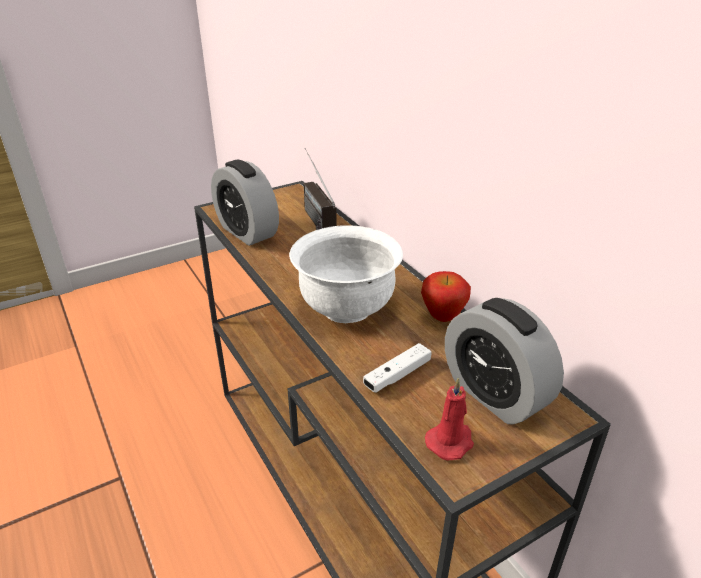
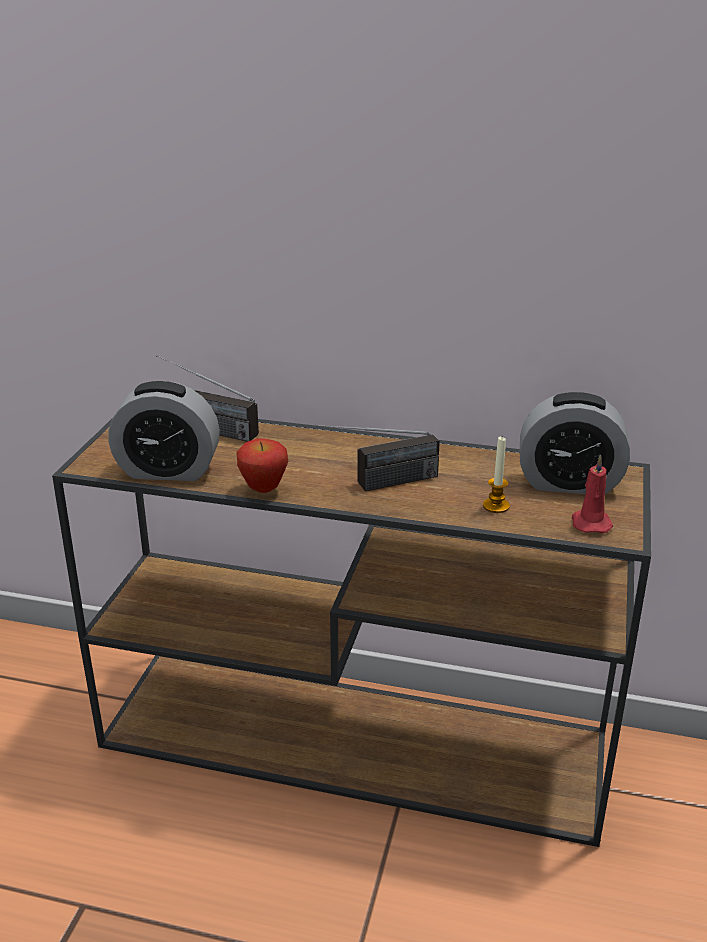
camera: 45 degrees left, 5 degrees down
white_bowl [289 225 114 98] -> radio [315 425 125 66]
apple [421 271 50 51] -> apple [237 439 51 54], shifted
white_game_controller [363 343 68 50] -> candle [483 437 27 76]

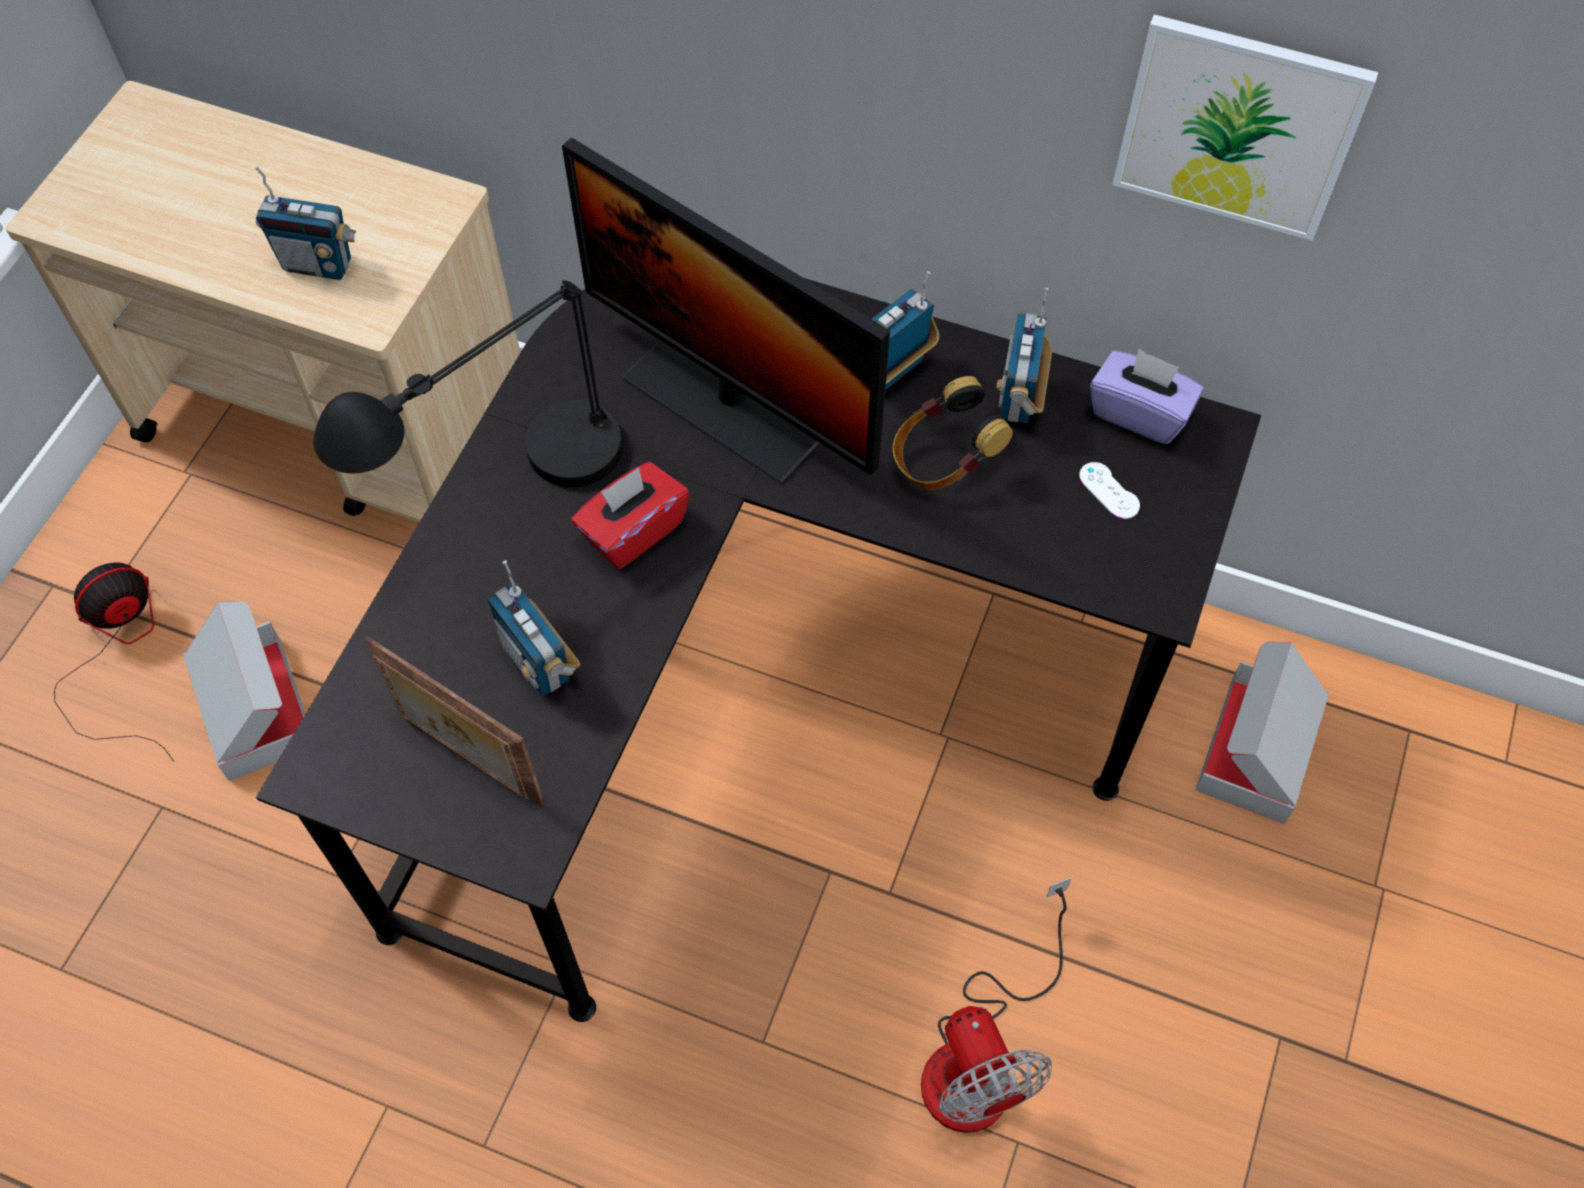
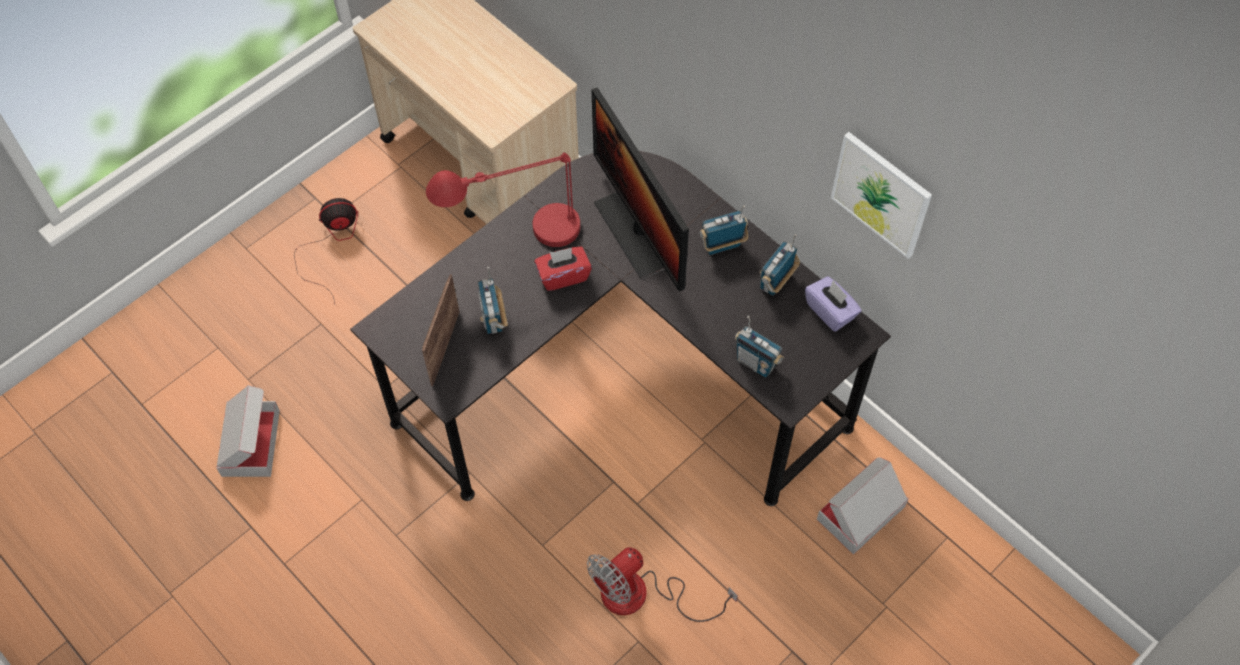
camera: 25 degrees right, 0 degrees up
radio [254 166 102 114] -> radio [735 316 49 62], shifted
black_table_lamp [313 280 310 207] -> red_table_lamp [426 152 154 95]
headphones [892 376 121 114] -> none
white_game_controller [1079 462 61 57] -> none
cardboard_box [183 601 123 180] -> cardboard_box [216 385 64 92], shifted
picture_frame [365 636 180 170] -> picture_frame [422 274 37 112], 45 degrees clockwise
fan [921 877 151 256] -> fan [587 547 151 75], 45 degrees clockwise

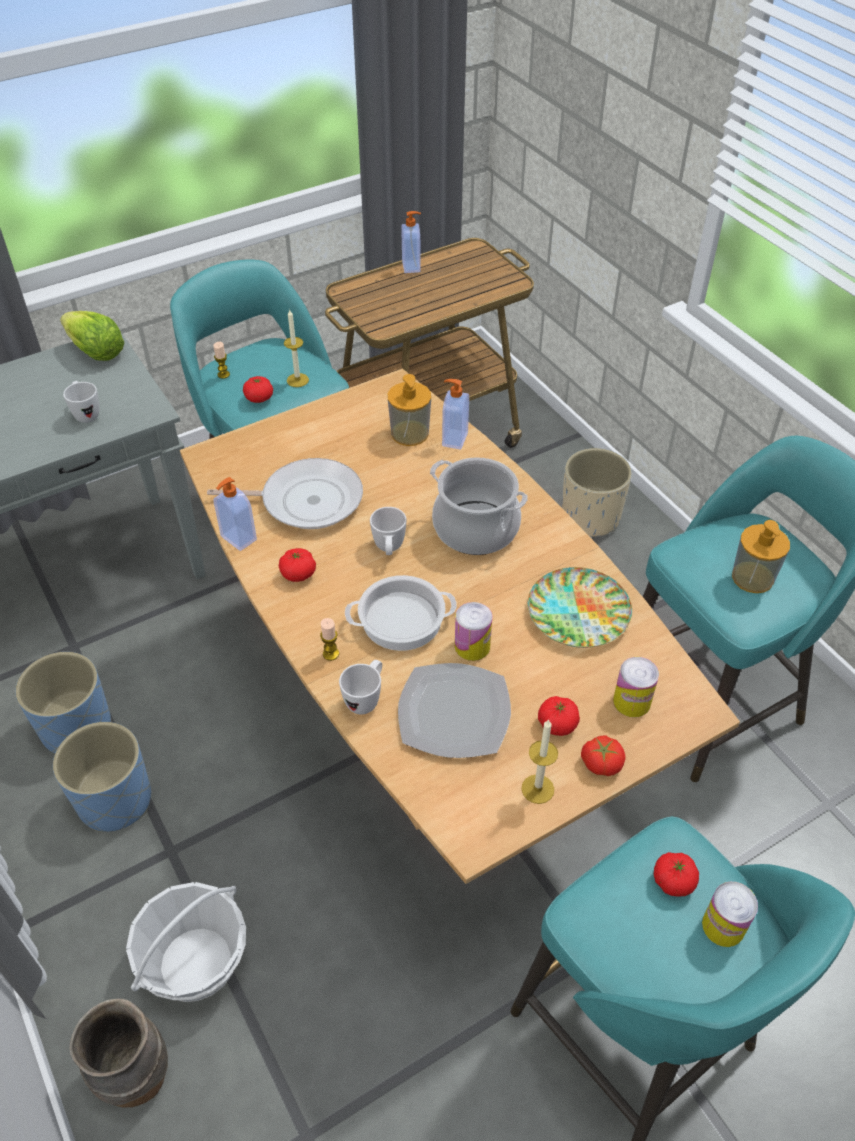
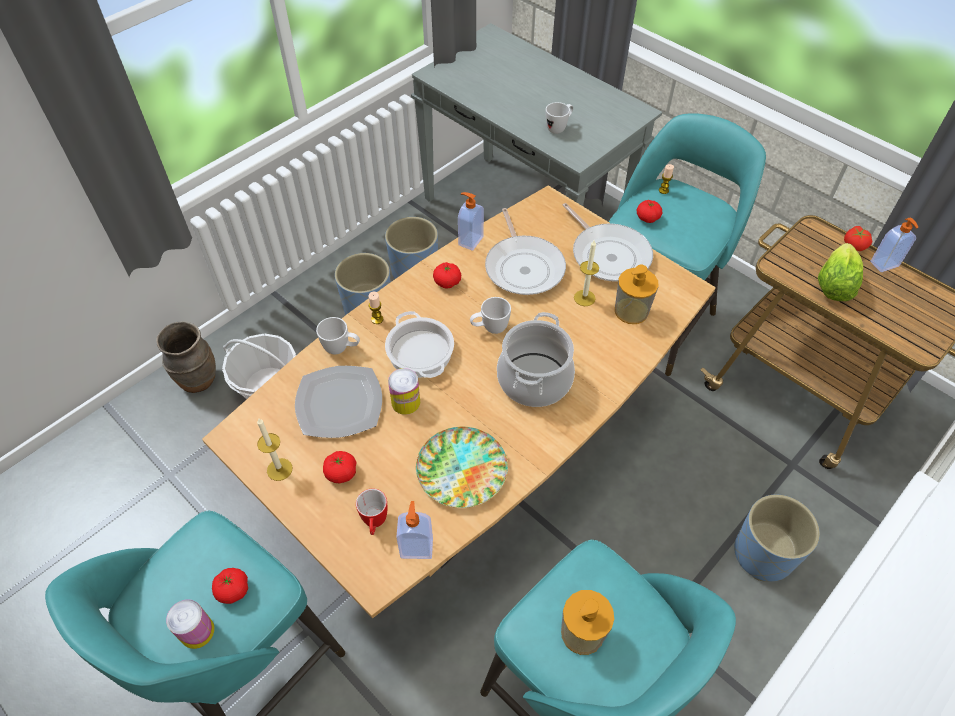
camera: 75 degrees right, 5 degrees up
candle [284 310 25 77] -> candle [574 240 25 66], shifted
lettuce [60 311 65 50] -> lettuce [818 243 45 58], shifted
soap_dispenser [442 379 27 71] -> soap_dispenser [396 501 37 58], shifted
beige_planter [562 448 70 88] -> blue_planter [734 495 86 87]
can [613 657 46 60] -> mug [356 489 31 46]
tomato [581 735 45 41] -> tomato [844 226 28 25], shifted
none -> frying_pan [563 203 90 79]

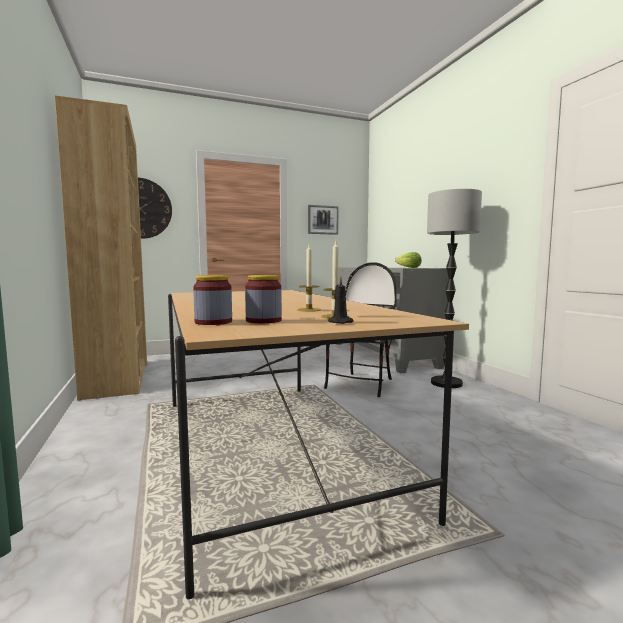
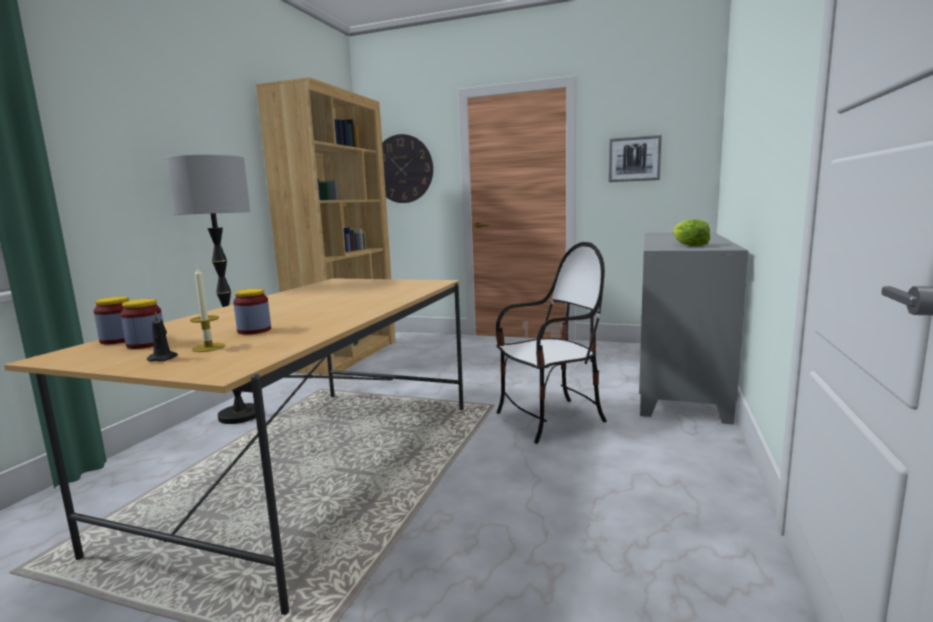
camera: 40 degrees right, 5 degrees up
floor_lamp [427 189 55 199] -> floor_lamp [165 154 91 270], shifted
candle [297 245 24 67] -> jar [233 289 38 46]

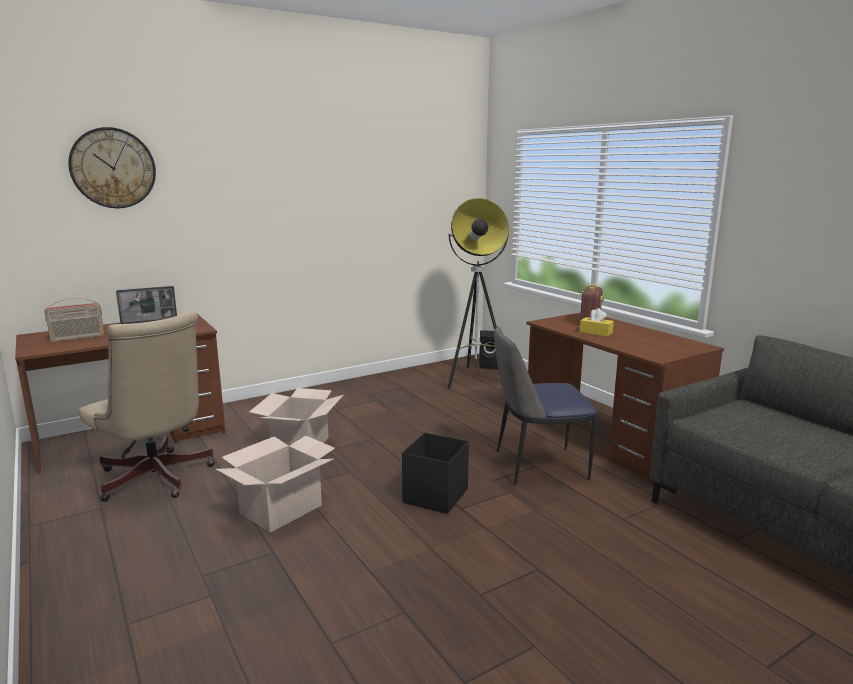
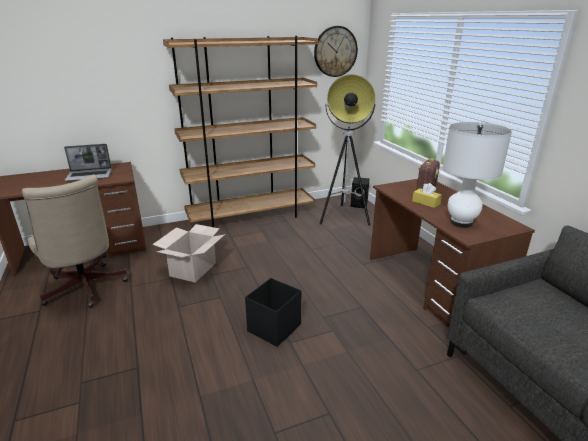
camera: 10 degrees right, 10 degrees up
wall_clock [68 127 88 81] -> wall_clock [314 26 44 51], shifted
radio [45 298 59 44] -> none
chair [494 326 103 159] -> none
cardboard_box [216 436 119 96] -> none
none -> brown_bookcase [163 36 155 191]
none -> white_table_lamp [443 122 69 106]

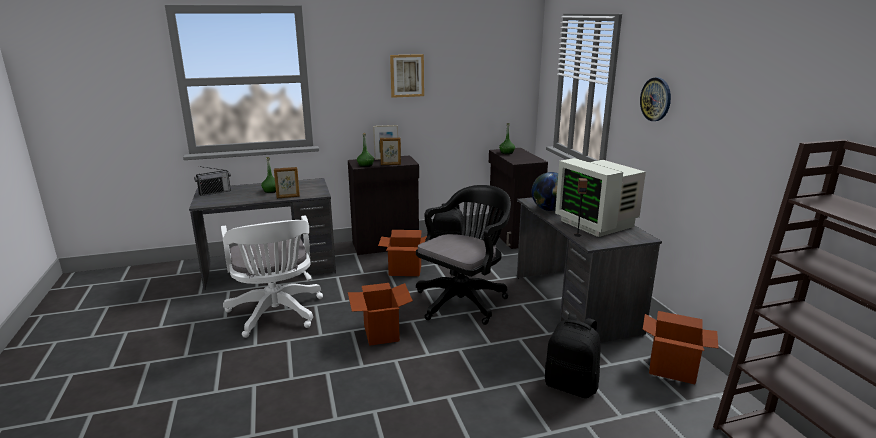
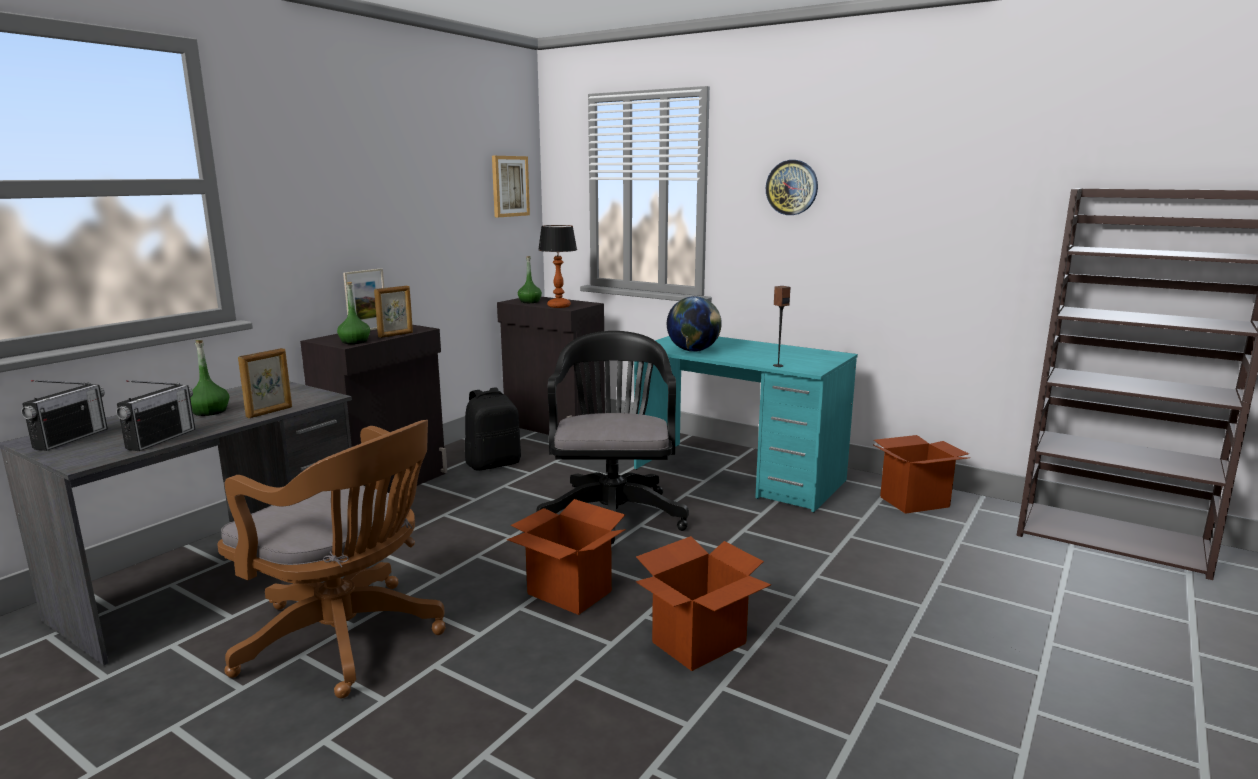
camera: 40 degrees left, 5 degrees down
picture [390 54 34 44] -> picture [492 156 38 61], shifted
monitor [555 158 91 79] -> none
grey_desk [517 197 145 146] -> turquoise_desk [634 336 224 176]
white_office_chair [221 215 102 123] -> brown_office_chair [218 420 228 279]
cardboard_box [378 230 49 46] -> cardboard_box [636 536 135 135], shifted
black_backpack [545 313 56 85] -> none
none -> table_lamp [538 225 39 83]
none -> radio [116 380 79 71]

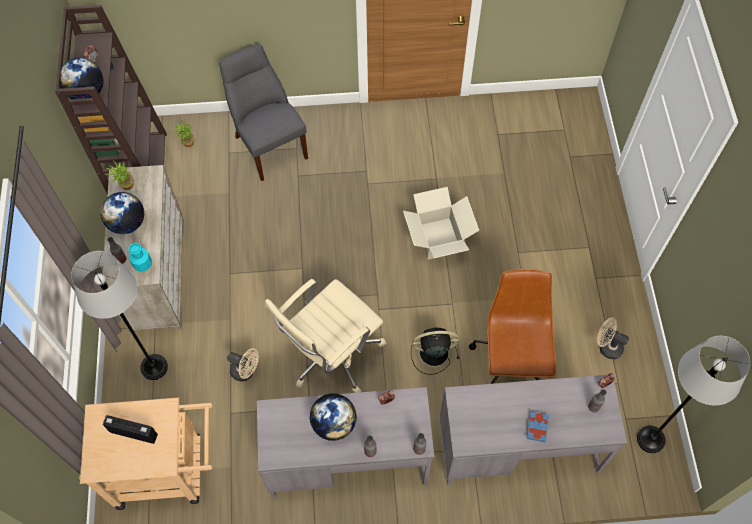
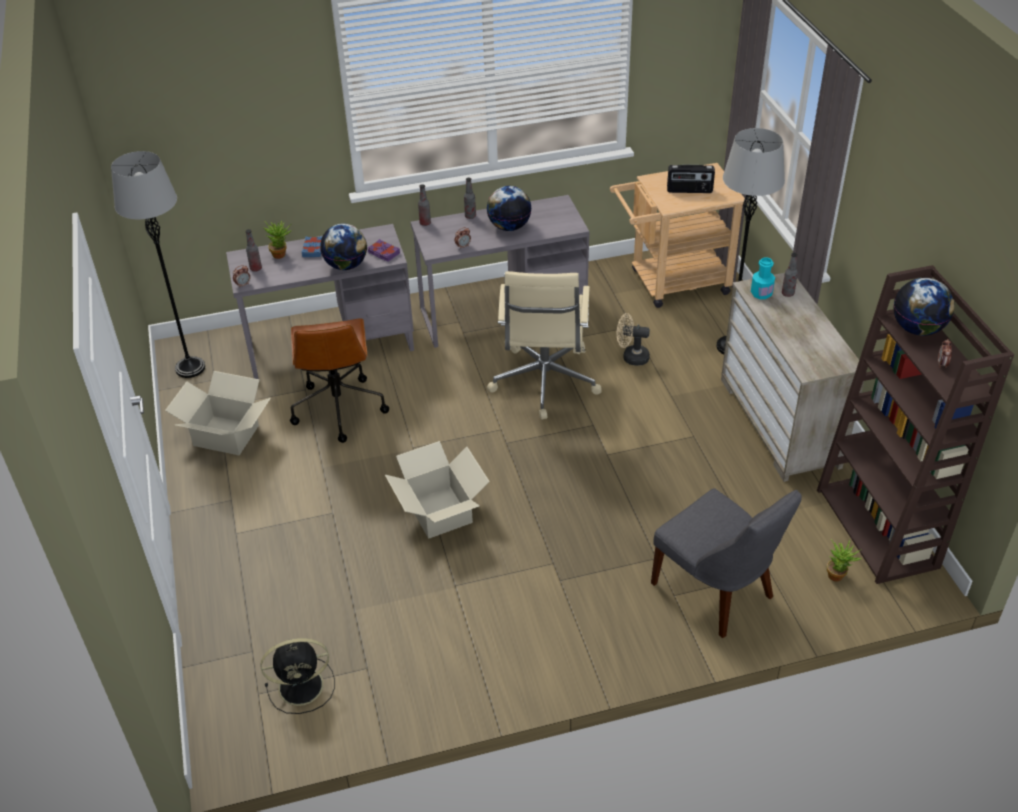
camera: 170 degrees right, 20 degrees down
potted_plant [104 160 30 30] -> potted_plant [263 220 29 39], shifted
globe [101 192 43 42] -> globe [320 224 47 46], shifted
beige_office_chair [265 279 121 114] -> beige_office_chair [487 271 114 149], 150 degrees clockwise
beige_fan [597 317 32 43] -> cardboard_box [165 371 106 84]
black_fan [411 328 48 47] -> black_fan [261 638 74 76], shifted
none -> purple_book [367 239 33 23]

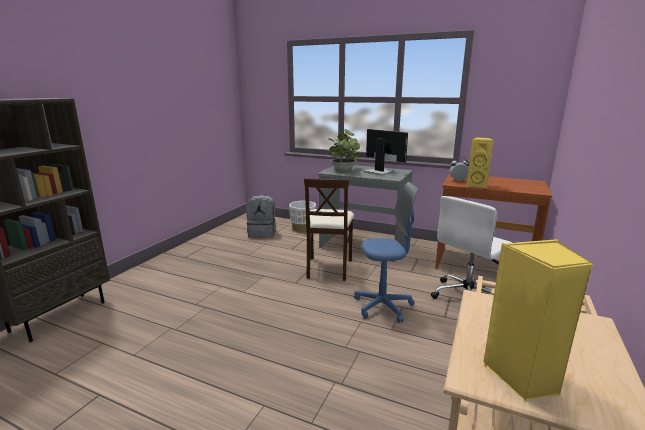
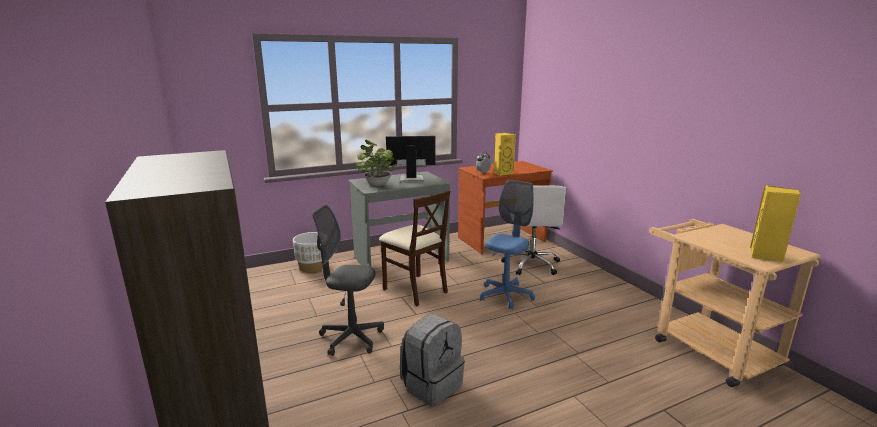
camera: 50 degrees left, 0 degrees up
grey_backpack [246 195 30 43] -> grey_backpack [400 314 65 93], shifted
none -> grey_office_chair [312 205 72 151]

